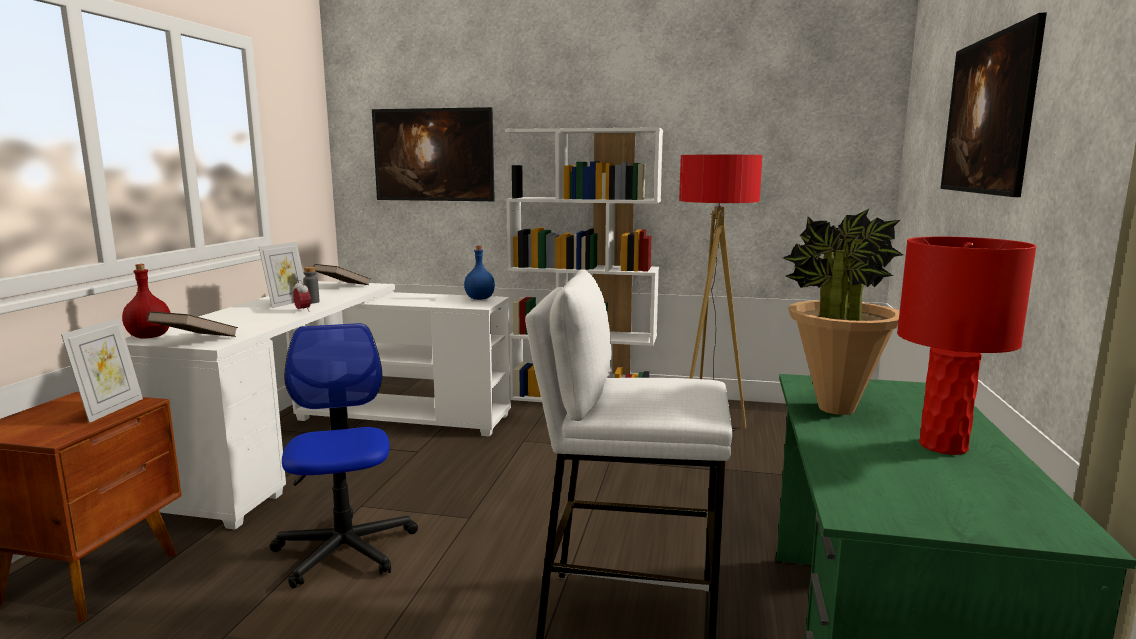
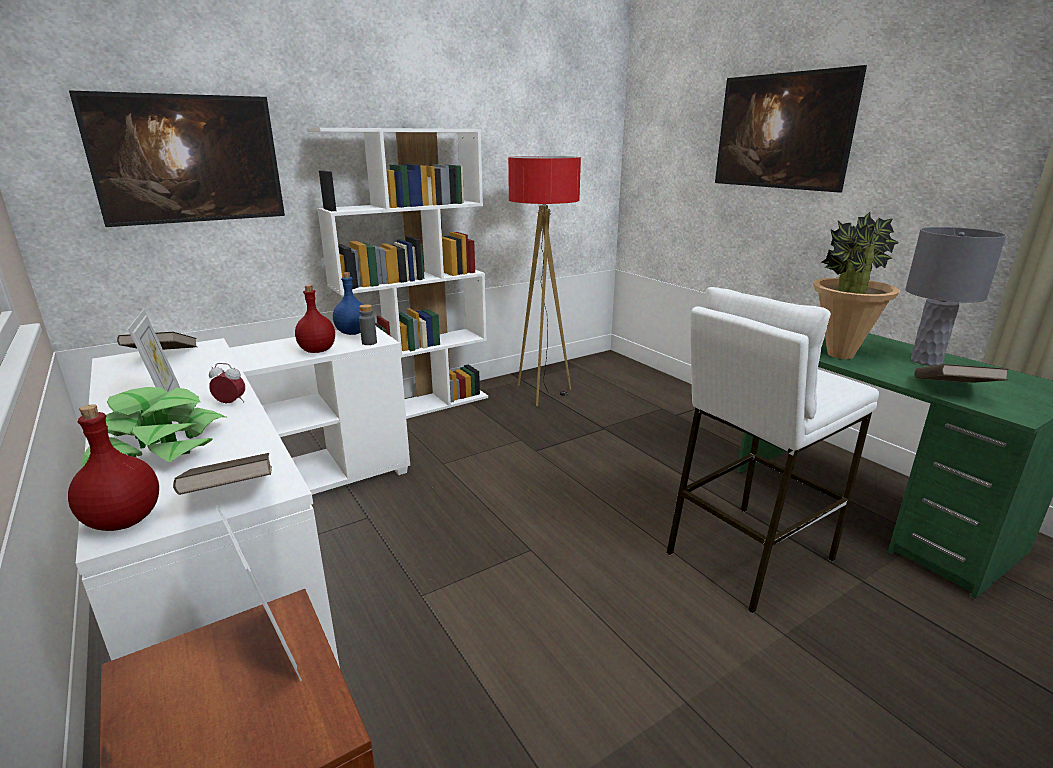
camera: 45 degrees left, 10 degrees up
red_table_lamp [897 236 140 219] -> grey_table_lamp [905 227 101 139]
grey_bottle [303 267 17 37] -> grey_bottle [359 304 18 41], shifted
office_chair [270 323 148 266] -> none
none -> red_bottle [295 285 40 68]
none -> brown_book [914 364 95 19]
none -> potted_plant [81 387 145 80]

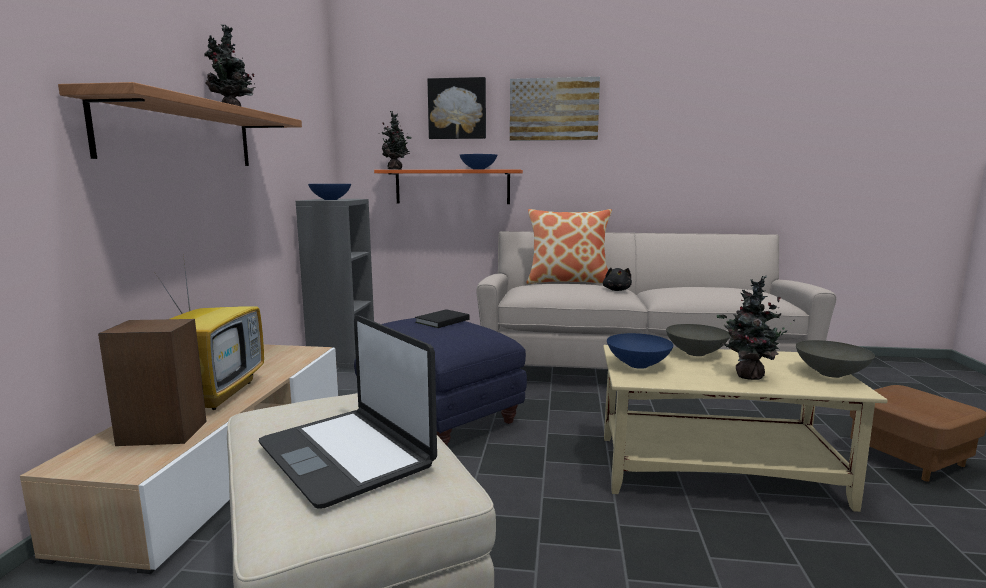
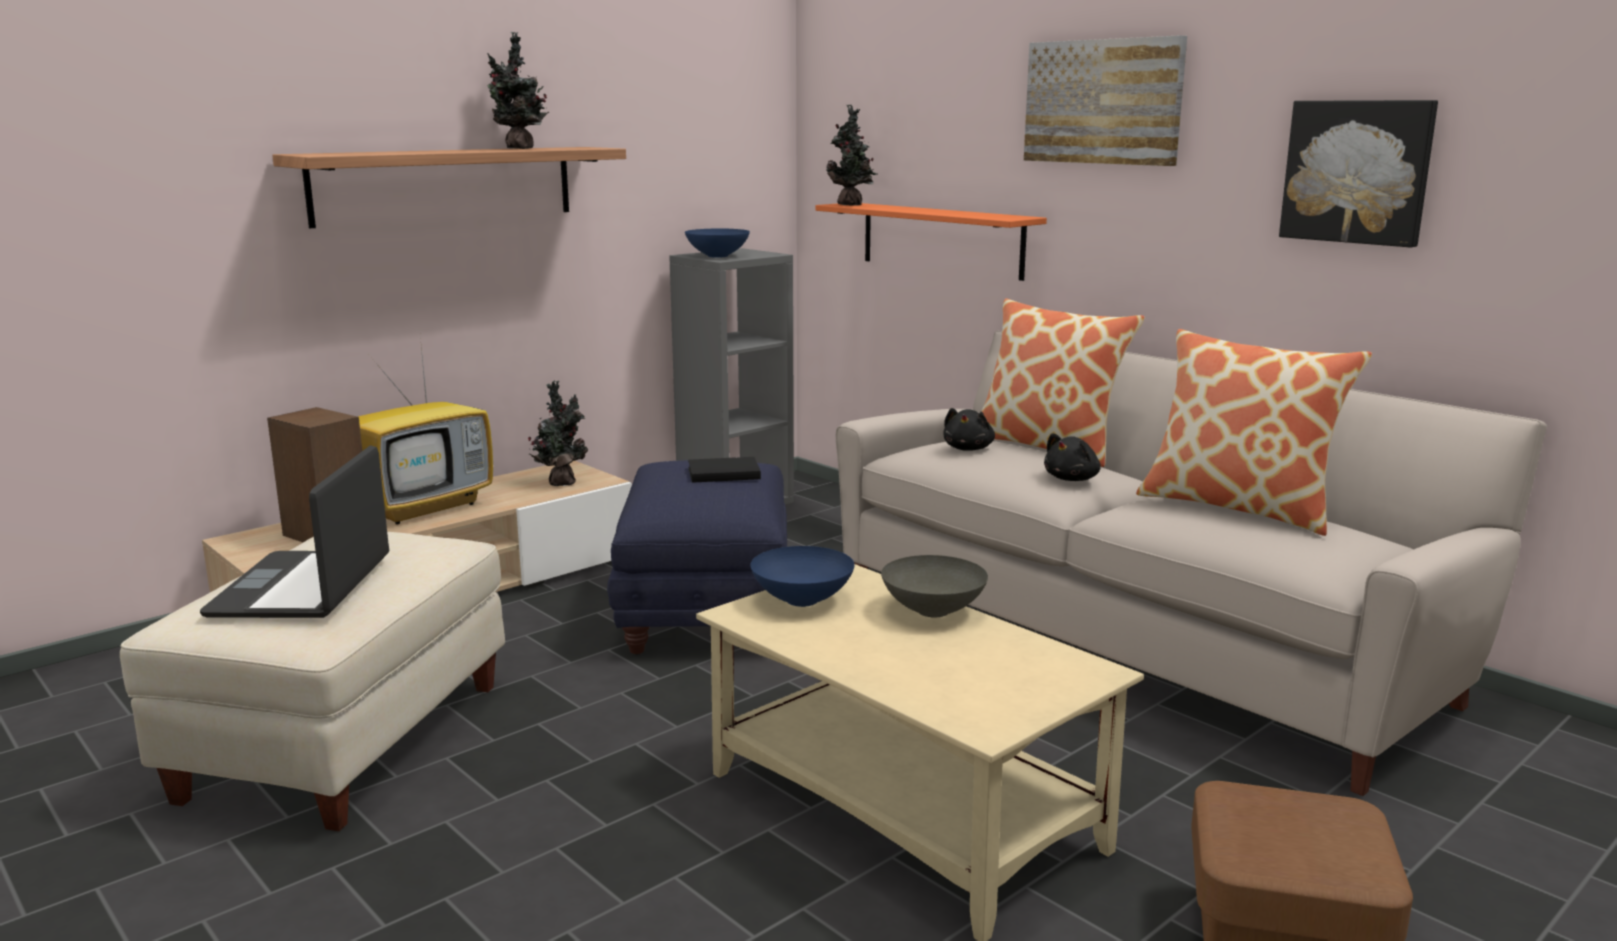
camera: 40 degrees right, 5 degrees up
picture [427 77 59 62] -> picture [1279 100 159 148], shifted
blue_bowl [460 154 37 16] -> none
potted_plant [717 275 78 105] -> potted_plant [528 380 60 106], shifted
grey_bowl [796 340 79 38] -> none
none -> pillow [1136 329 236 207]
none -> black_plush_toy [943 408 52 43]

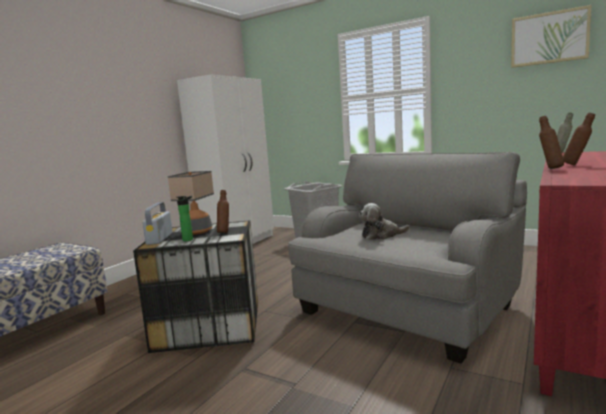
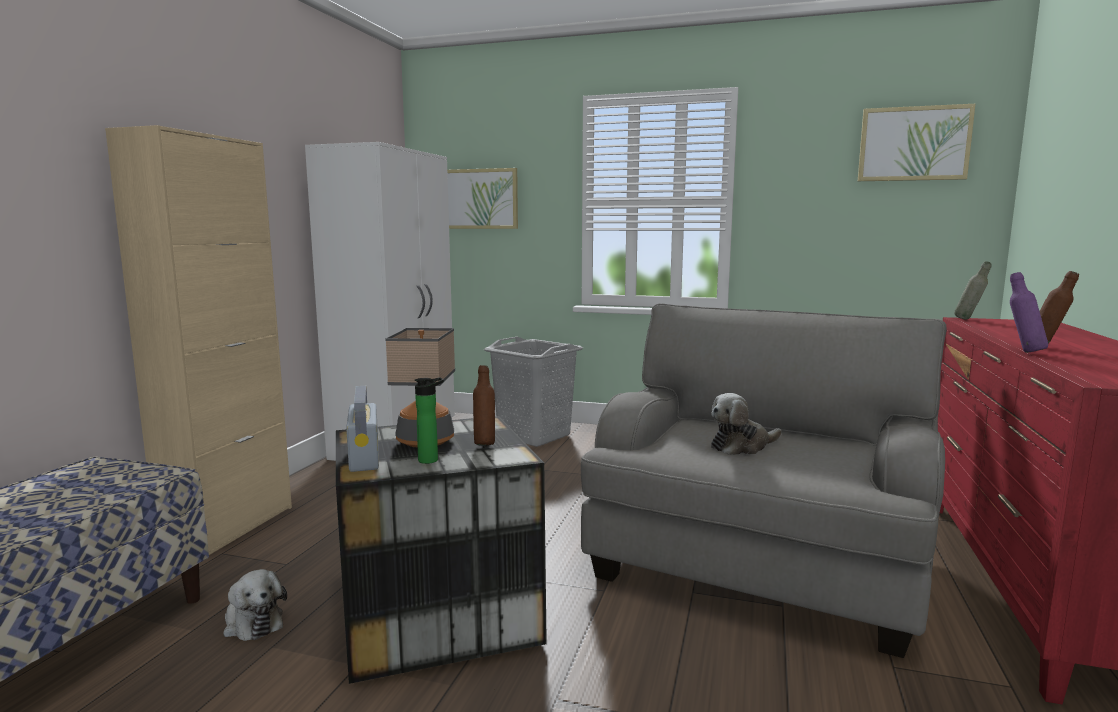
camera: 15 degrees left, 0 degrees up
brown_bottle [539 116 25 53] -> purple_bottle [1010 272 38 81]
none -> beige_cabinet [105 125 187 430]
none -> picture [447 168 71 61]
none -> plush_toy [223 569 64 72]

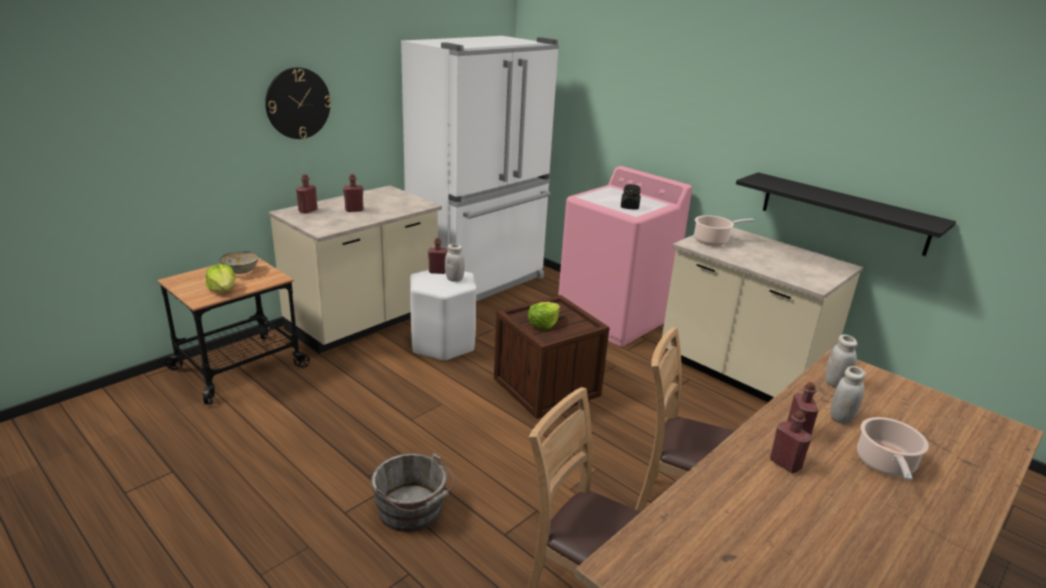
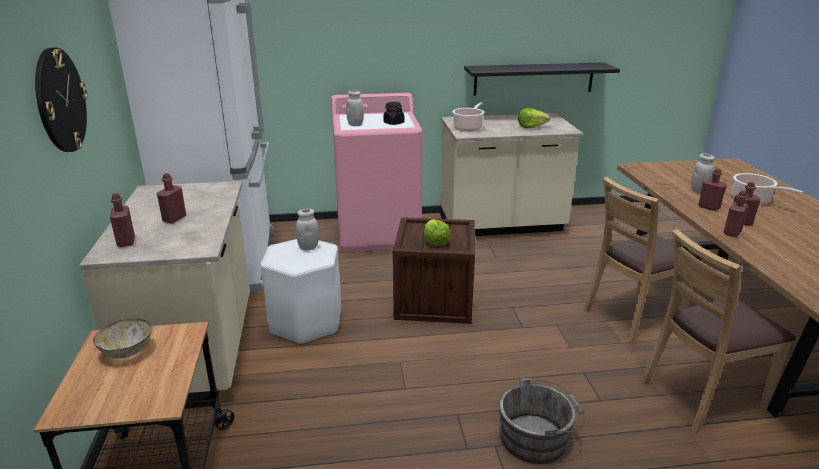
camera: 50 degrees left, 0 degrees up
red_bottle [428 238 19 36] -> red_bottle [723 191 25 46], shifted
lettuce [206 264 30 28] -> lettuce [518 108 32 20], shifted
white_jar [825 335 32 53] -> white_jar [346 90 18 36], shifted

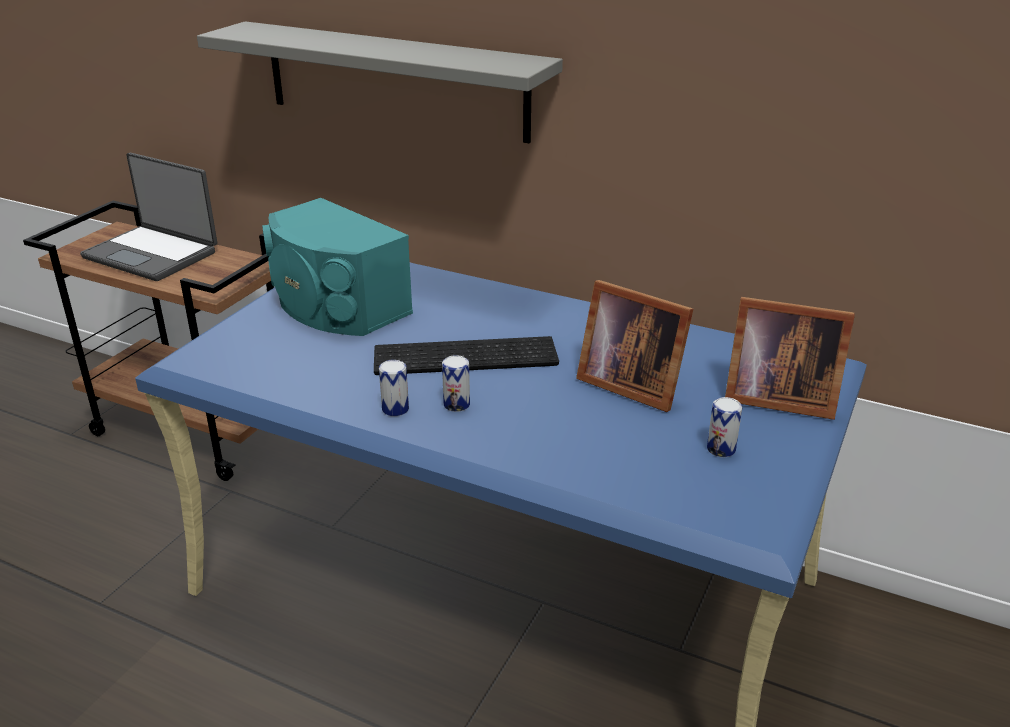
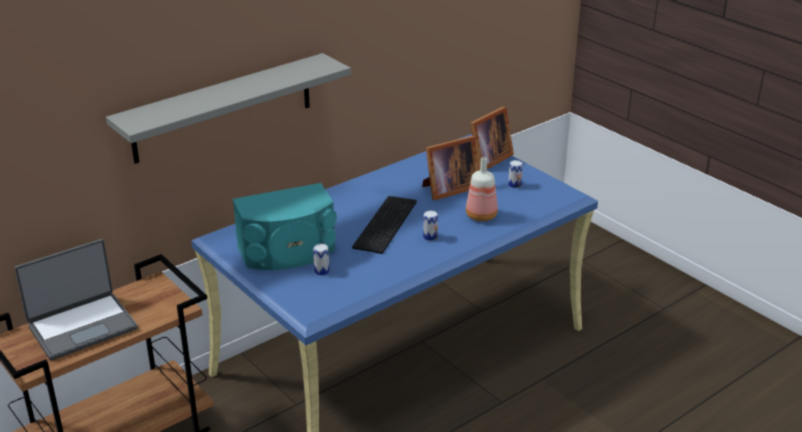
camera: 65 degrees left, 0 degrees up
can [379 360 30 56] -> can [313 244 16 31], shifted
none -> bottle [466 157 32 64]

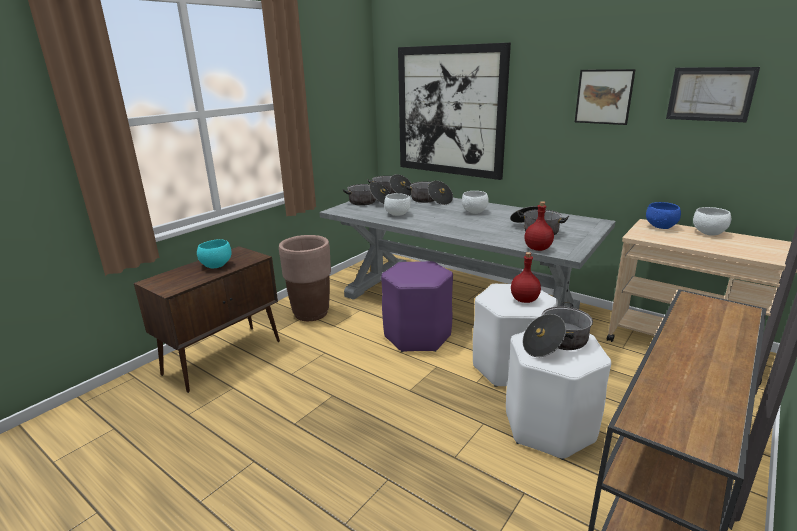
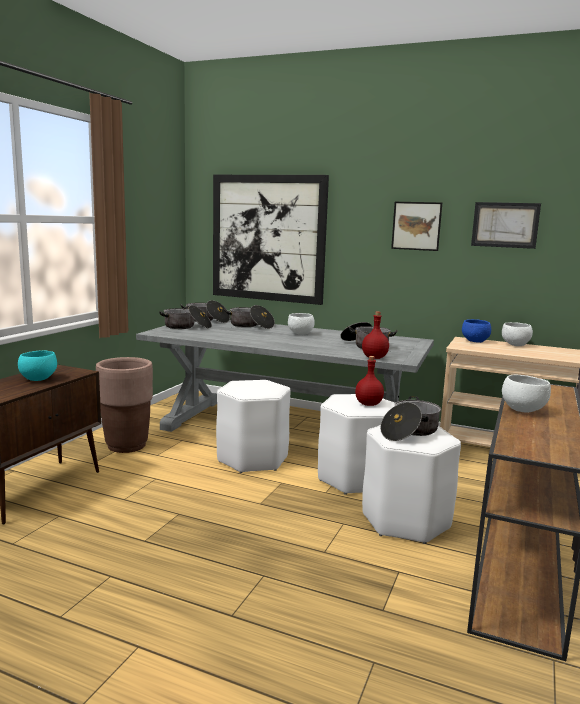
camera: 15 degrees left, 10 degrees down
white_bowl [384 193 27 23] -> white_bowl [502 375 49 37], shifted
purple_stool [381 261 72 91] -> white_stool [216 380 75 93]

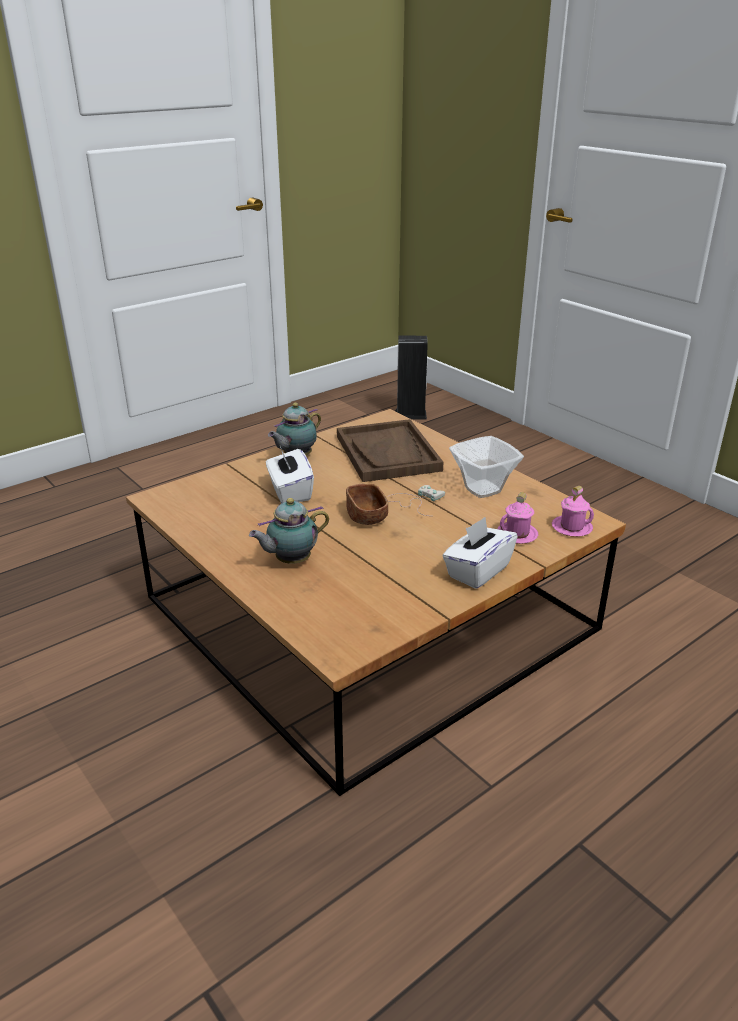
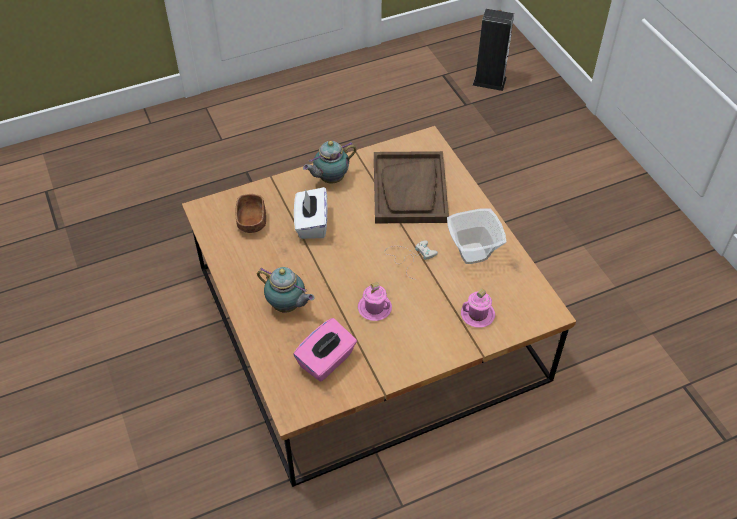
camera: 15 degrees right, 20 degrees up
brown_bowl [346 483 42 42] -> brown_bowl [236 194 30 39], shifted
pink_mug [552 486 42 51] -> pink_mug [358 282 34 39], shifted
teapot [249 498 80 66] -> teapot [257 267 58 46], 135 degrees counterclockwise
white_tissue_box [442 517 75 72] -> none
none -> pink_tissue_box [293 318 64 63]

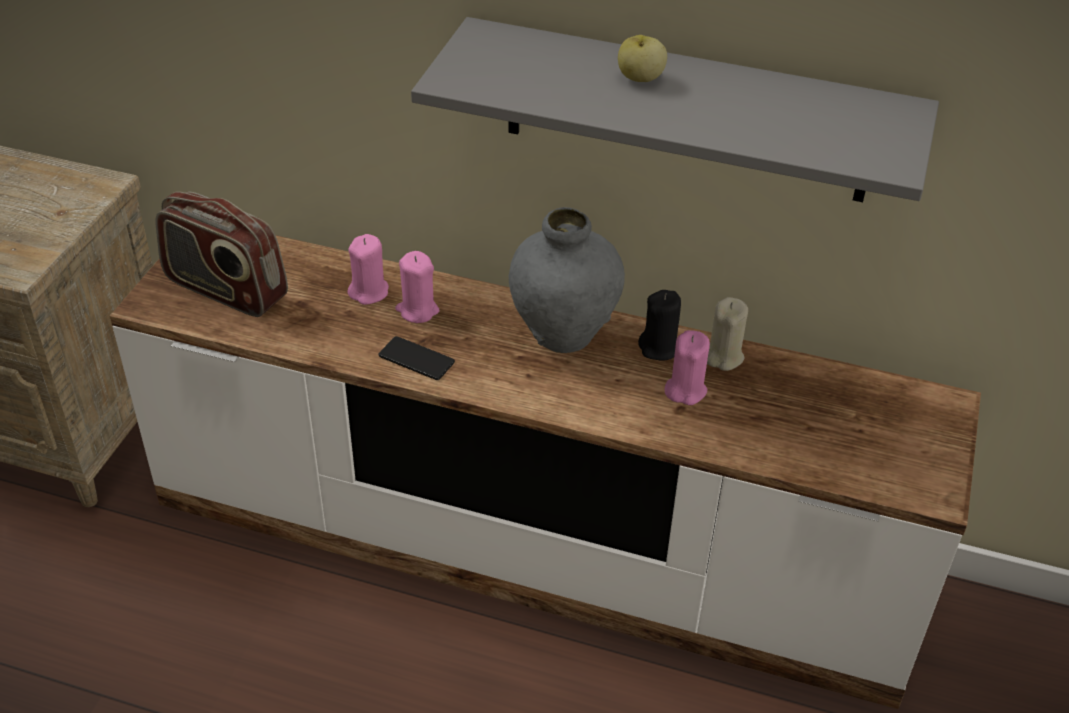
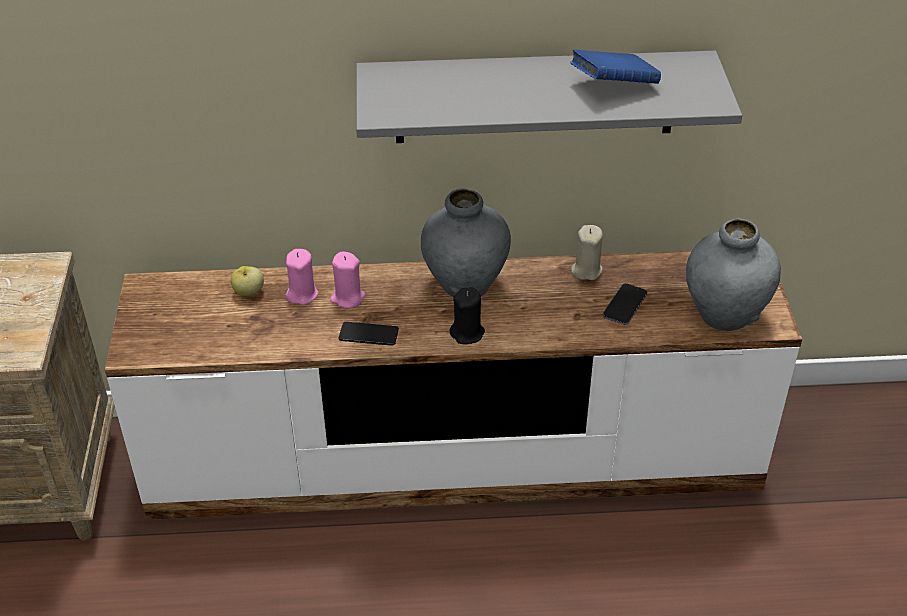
camera: 20 degrees left, 0 degrees up
apple [618 35 49 47] -> apple [231 266 33 30], shifted
radio [155 191 133 126] -> none
black_candle [638 290 43 70] -> black_candle [450 287 35 57], shifted
pink_candle [664 330 46 75] -> none
none -> blue_book [570 49 91 35]
none -> grey_vase [686 218 95 113]
none -> phone [603 283 44 42]

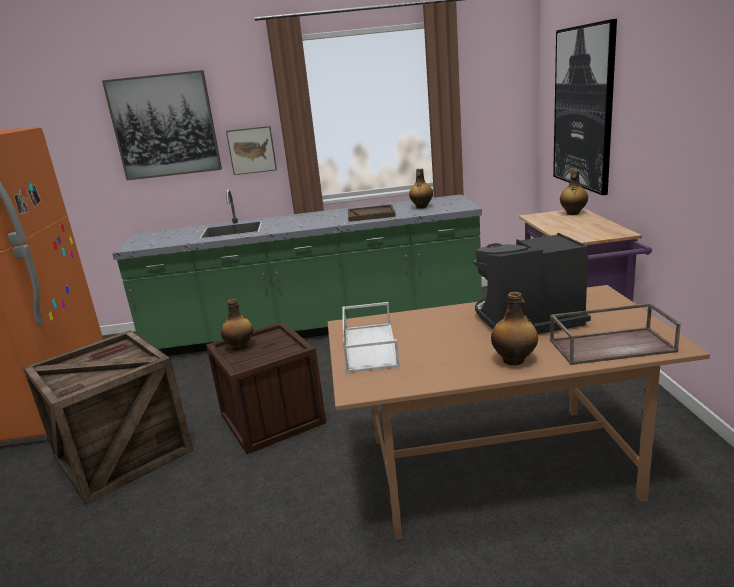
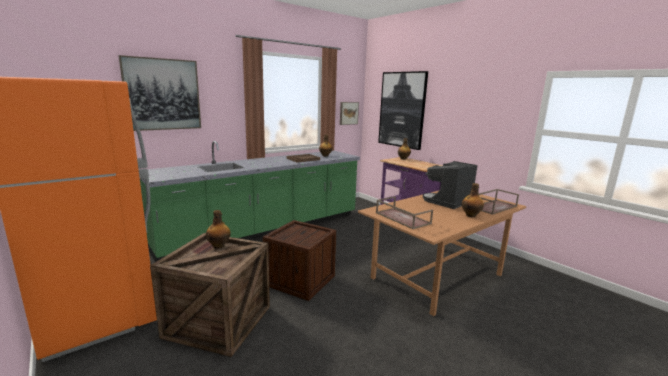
camera: 35 degrees left, 5 degrees down
picture [226 126 51 49] -> picture [340 102 19 23], shifted
bottle [221 299 32 52] -> bottle [206 210 25 39], shifted
white_tray [342 302 58 71] -> brown_tray [376 196 57 33]

